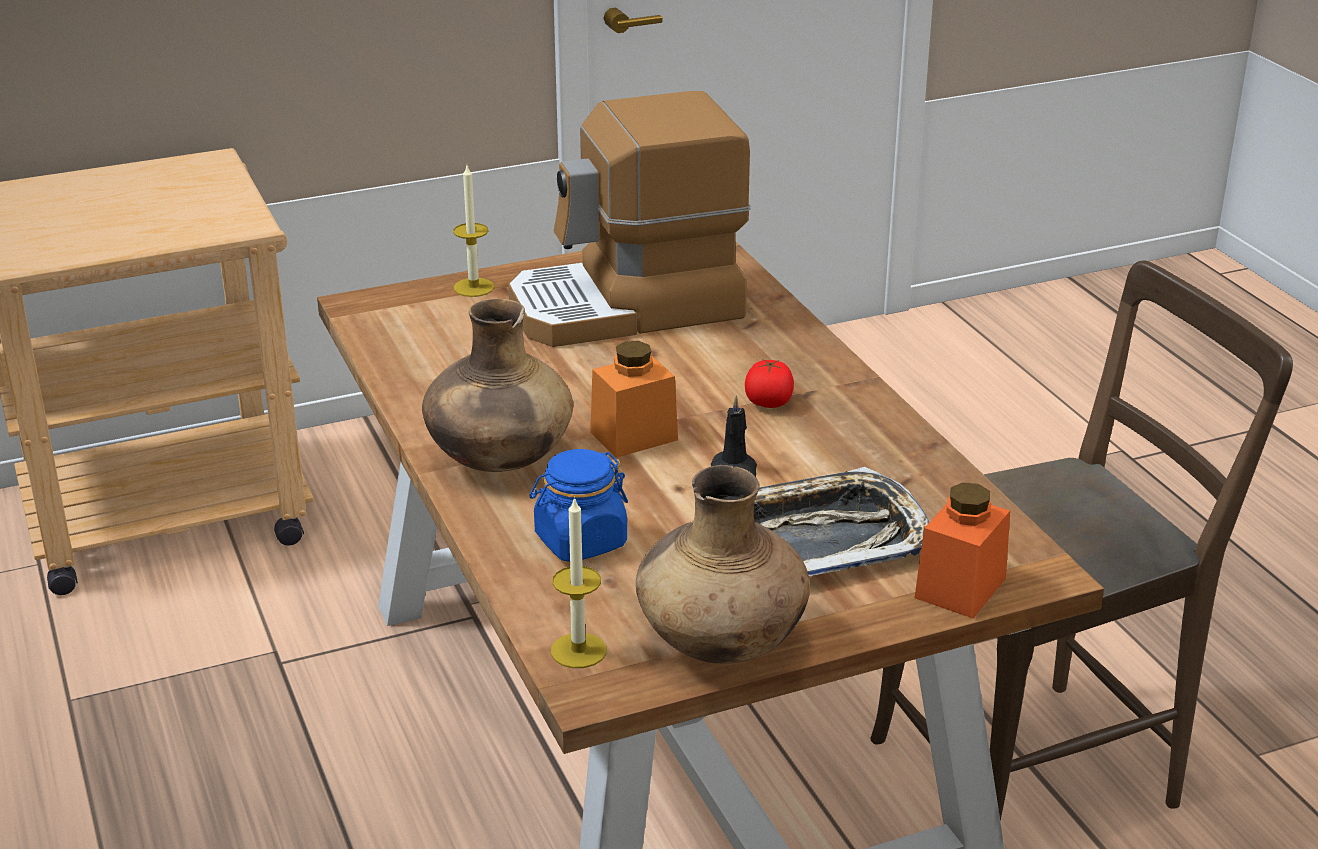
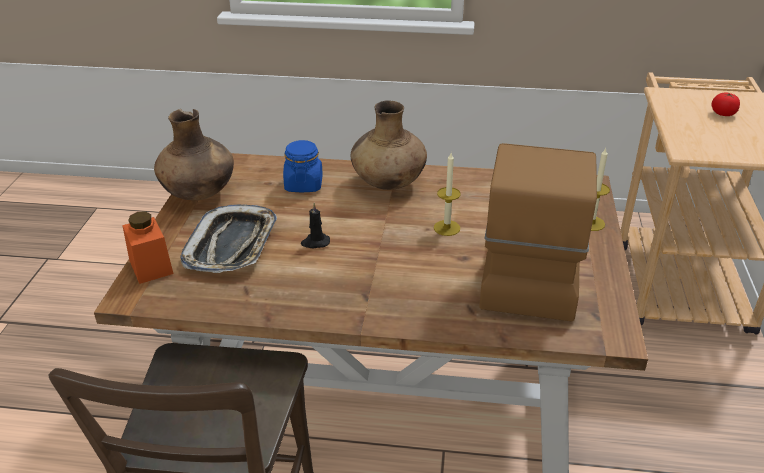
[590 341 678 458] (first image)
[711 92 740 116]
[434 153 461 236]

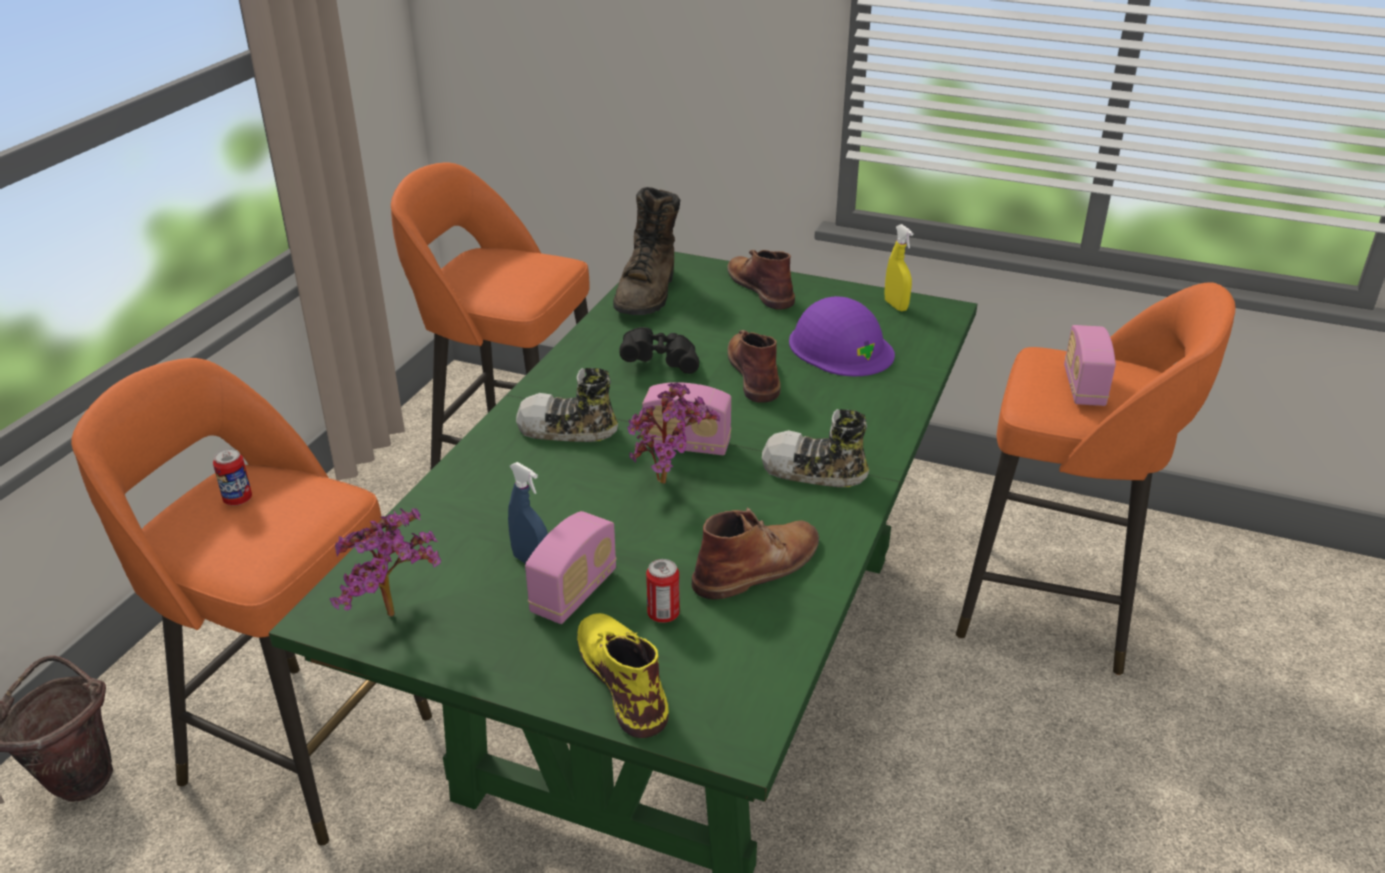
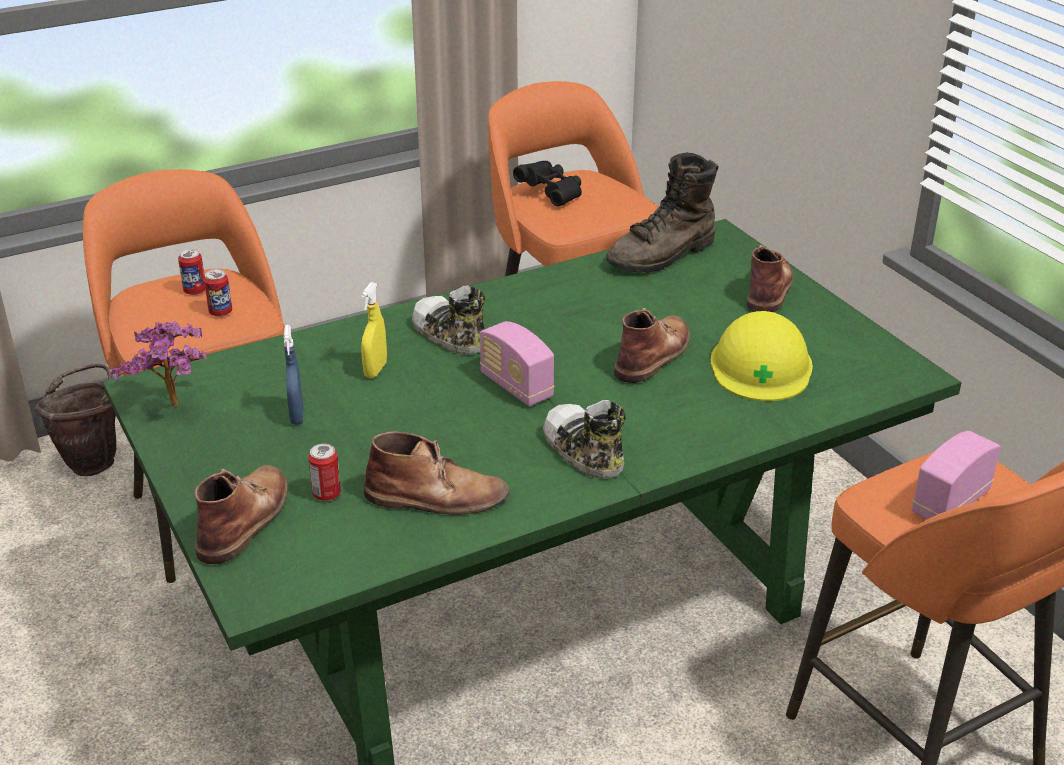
[361 282 387 378]
[710 311 813 401]
[513 161 582 206]
[627 383 720 484] (first image)
[525 511 617 624] (first image)
[194 465 288 564]
[204 269 232 317]

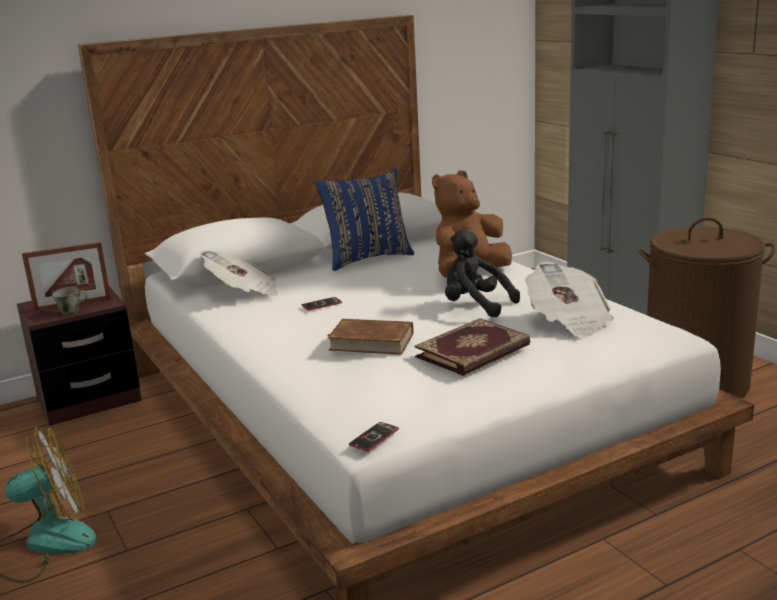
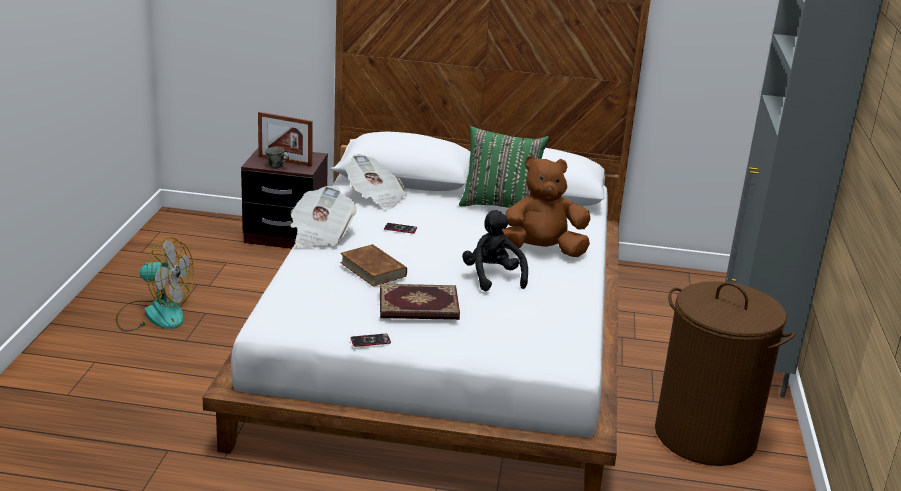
[459 126 549 208]
[290 186 357 248]
[351 334 391 347]

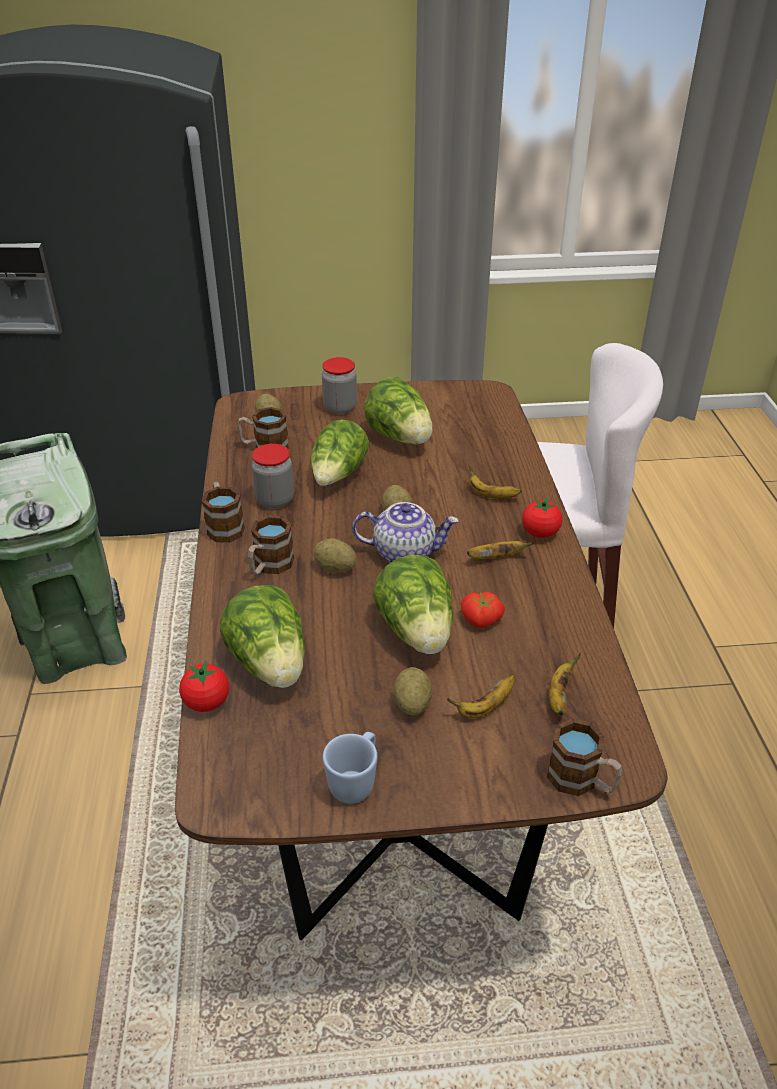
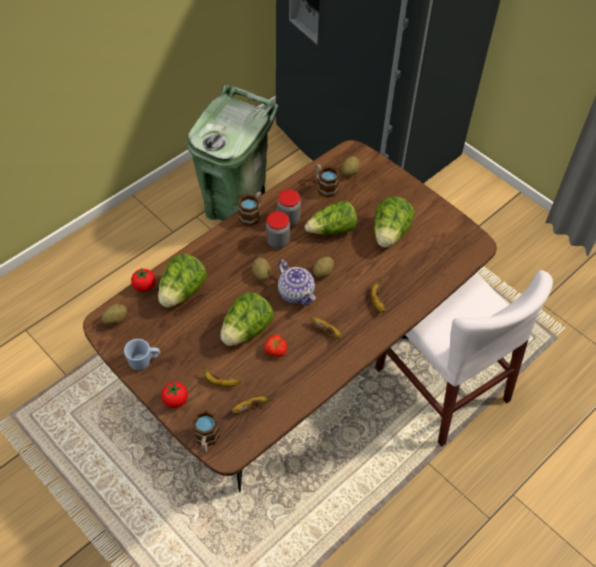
[266 211 290 249]
[161 382 188 408]
[248 515 294 575] (first image)
[102 304 127 326]

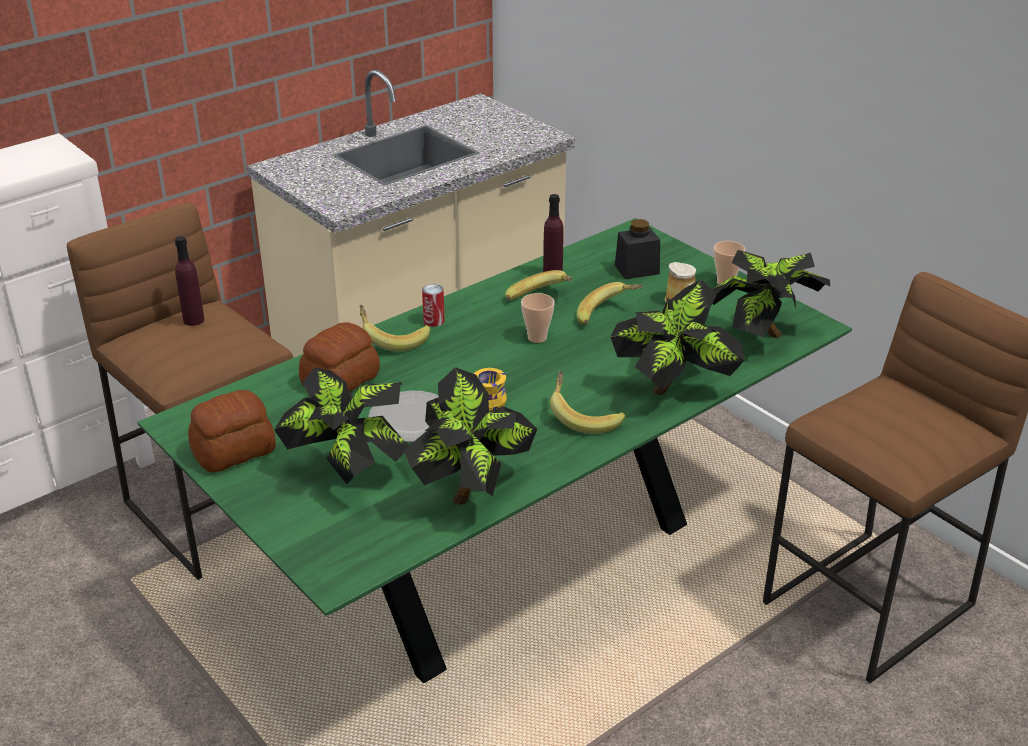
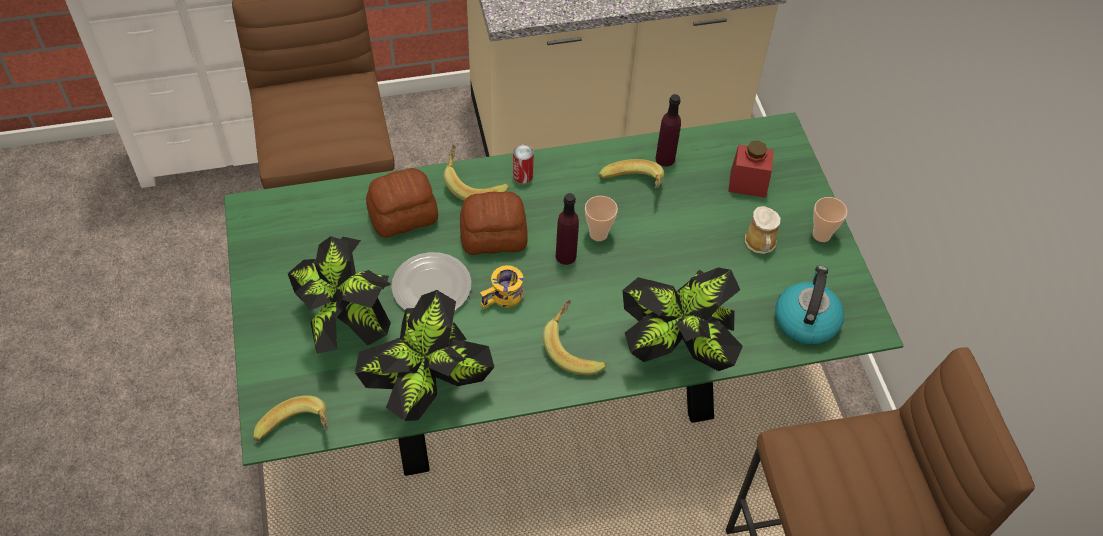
[728 141 774 198]
[556 193 579 265]
[775 266 844 345]
[253 395 328 441]
[460 192 528 255]

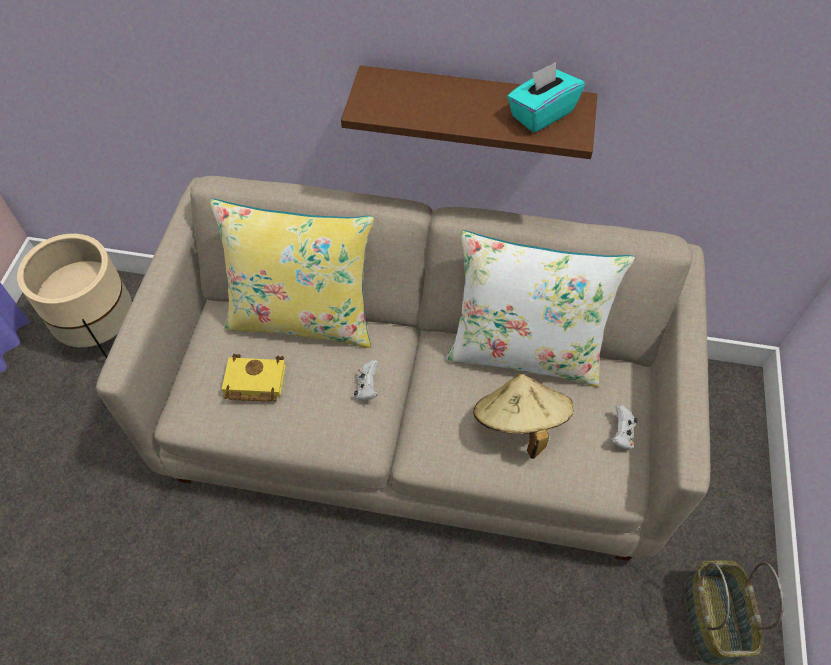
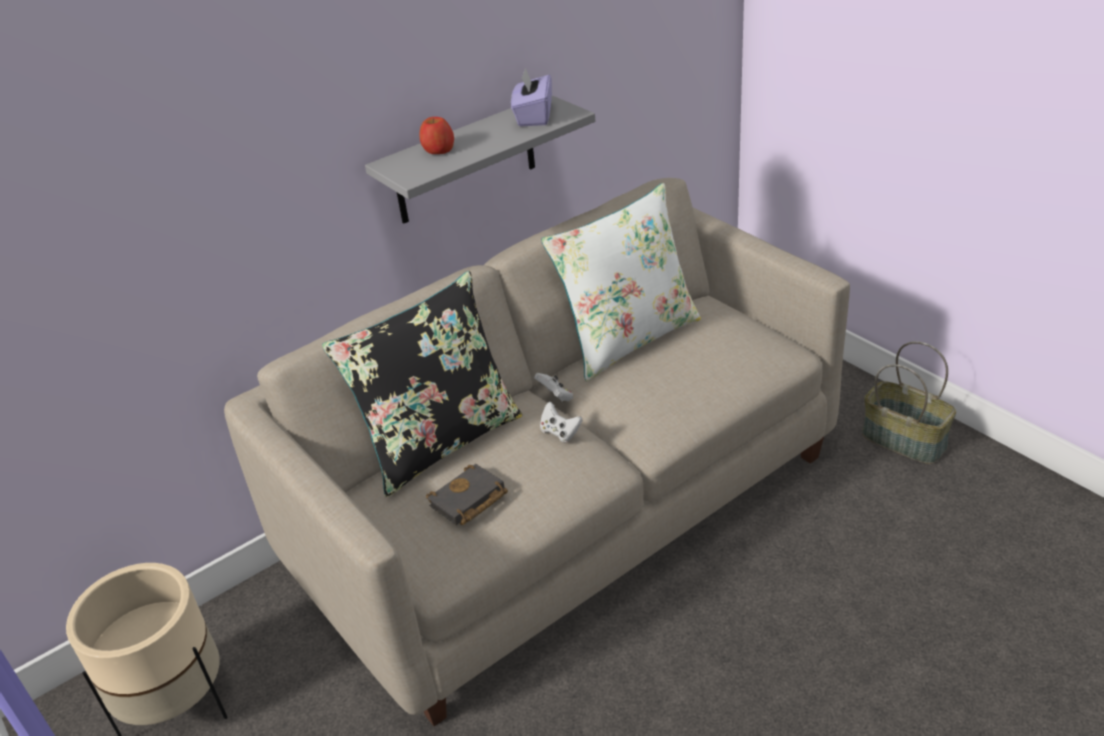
[511 68 552 126]
[365 95 595 224]
[322 271 522 497]
[426 464 508 525]
[473 374 574 459] (first image)
[534 373 573 402]
[419 117 454 154]

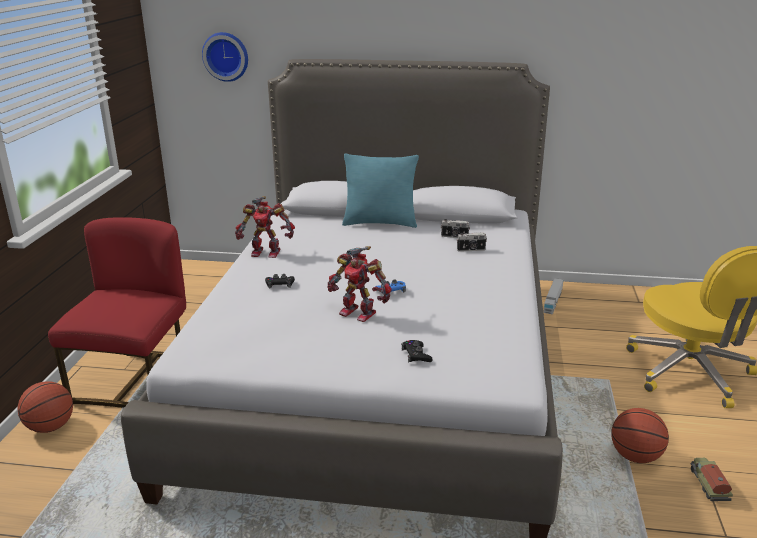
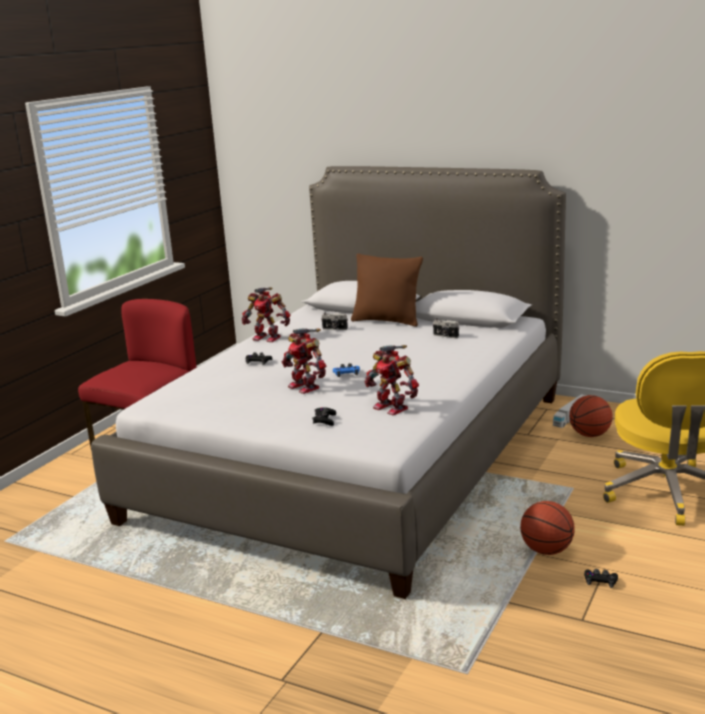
[202 32 248 82] (first image)
[351 253 423 327]
[321 313 348 330]
[569 395 613 437]
[584 569 618 588]
[364 345 419 415]

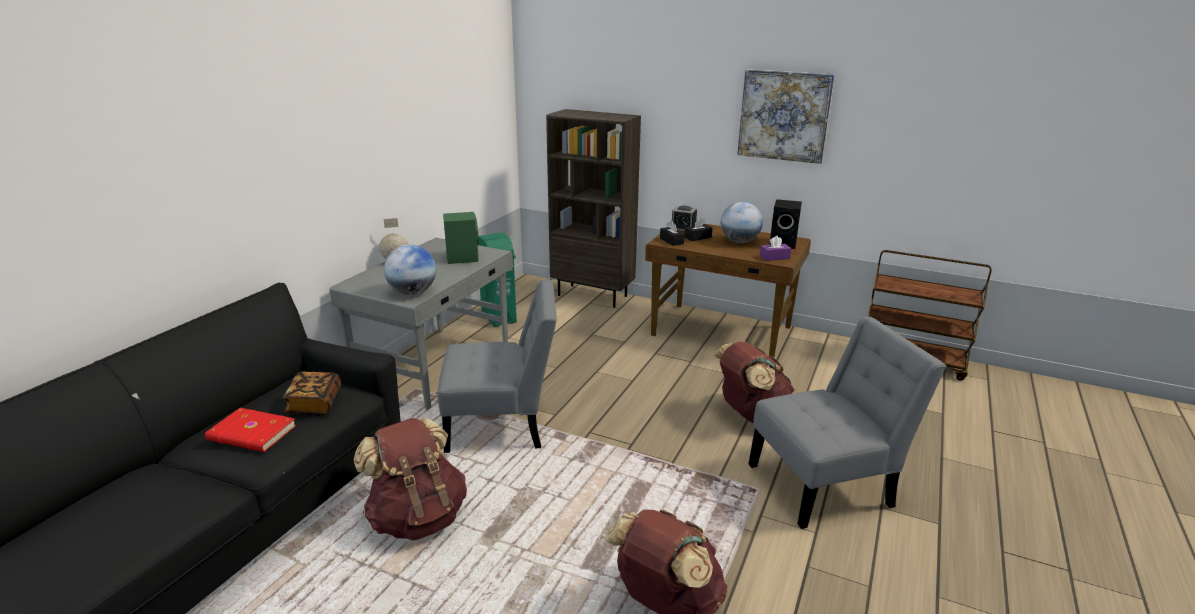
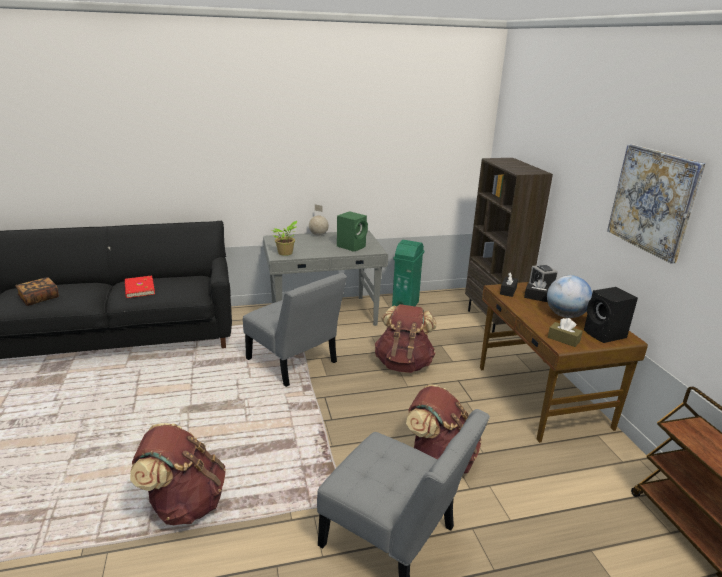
[548 318 583 347]
[272 221 297 256]
[15 277 59 306]
[375 304 437 373]

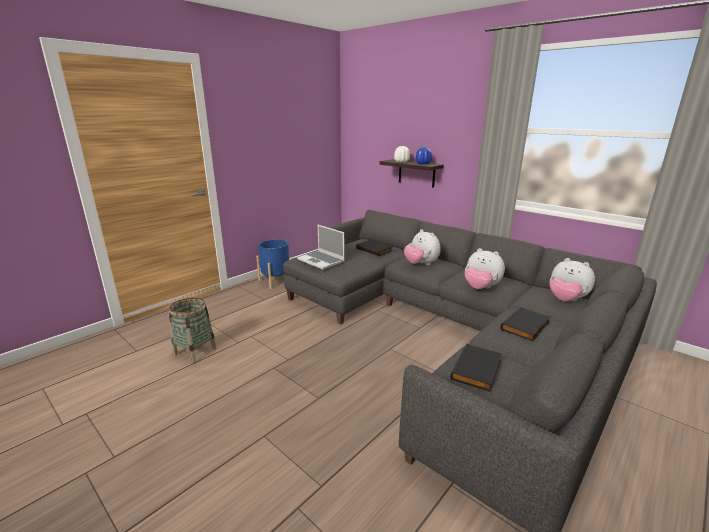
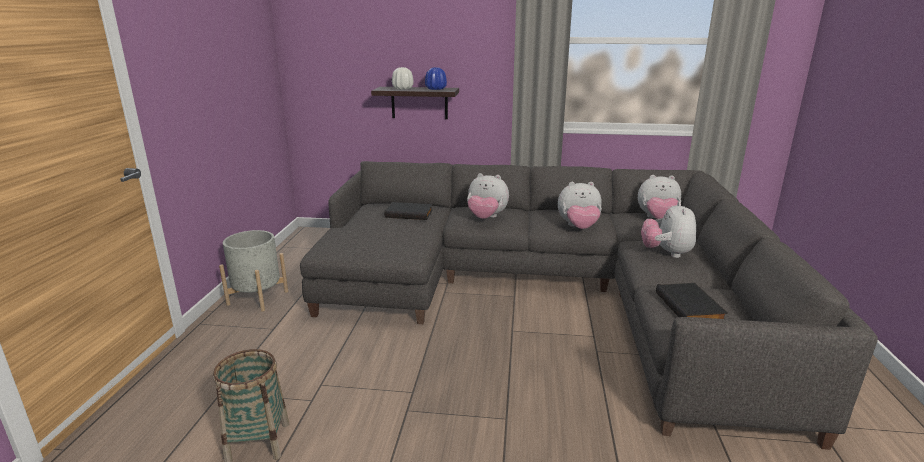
[297 225 345 270] (first image)
[219 230 288 311]
[641 202 696 258]

